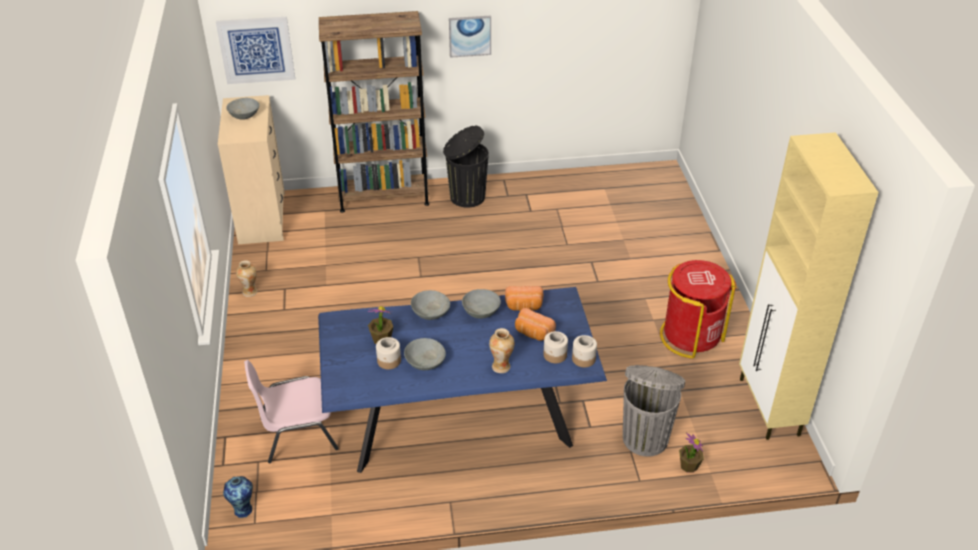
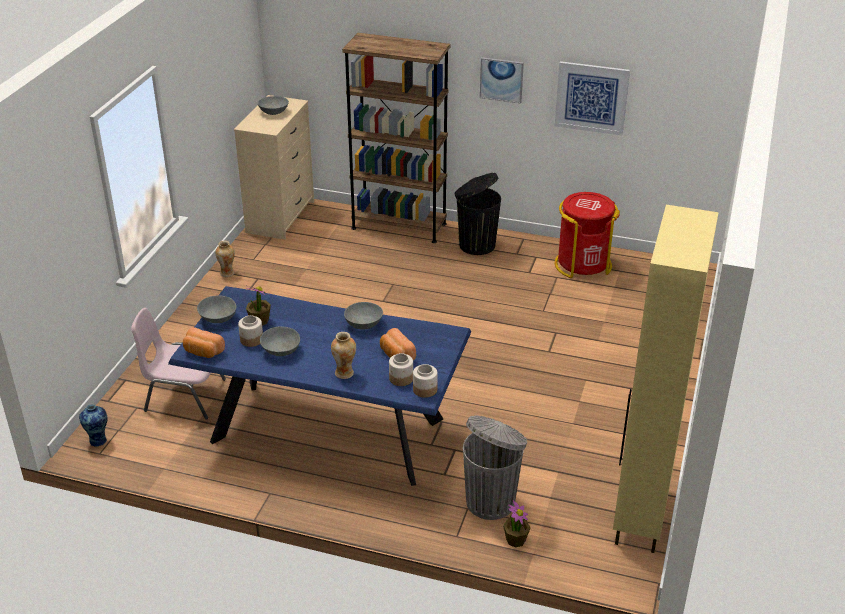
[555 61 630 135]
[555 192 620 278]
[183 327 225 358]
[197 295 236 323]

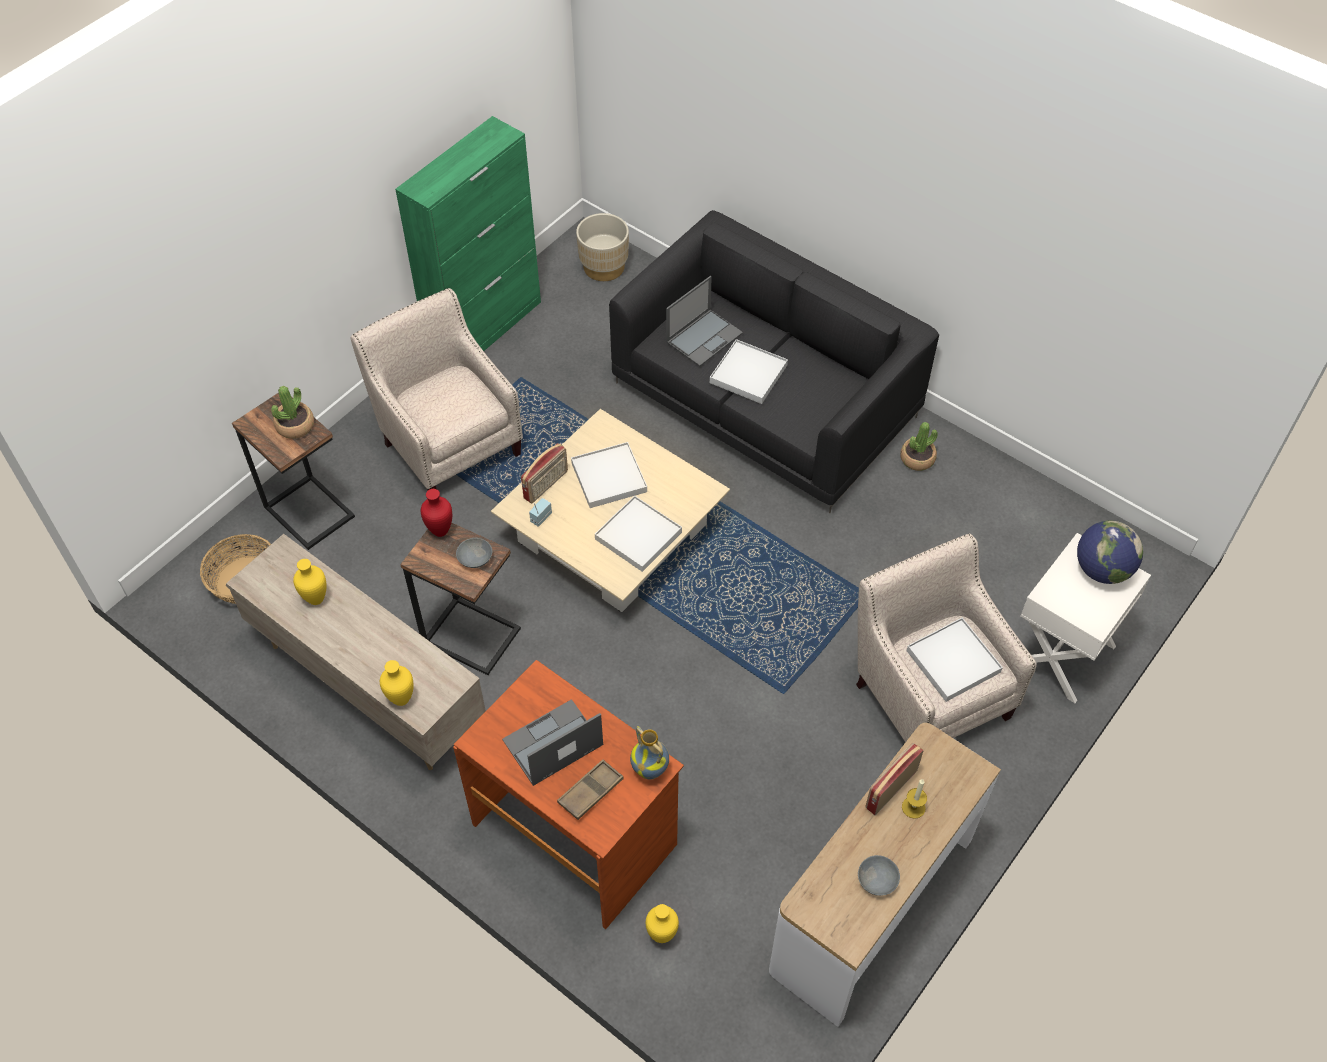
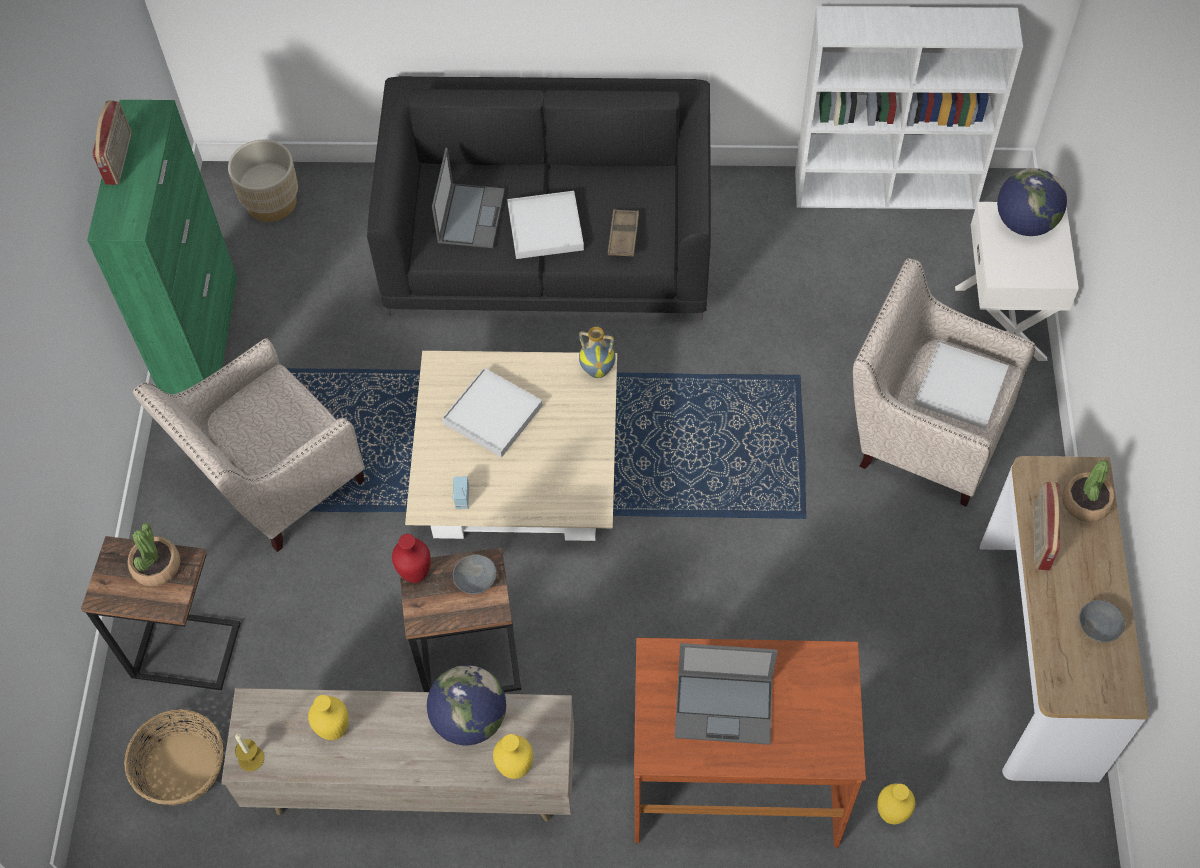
[133 338 365 552]
[1062 460 1115 522]
[92 100 132 185]
[595 496 682 572] (first image)
[675 643 778 745]
[579 327 615 378]
[608 209 639 257]
[235 734 264 771]
[795 6 1023 209]
[427 665 506 745]

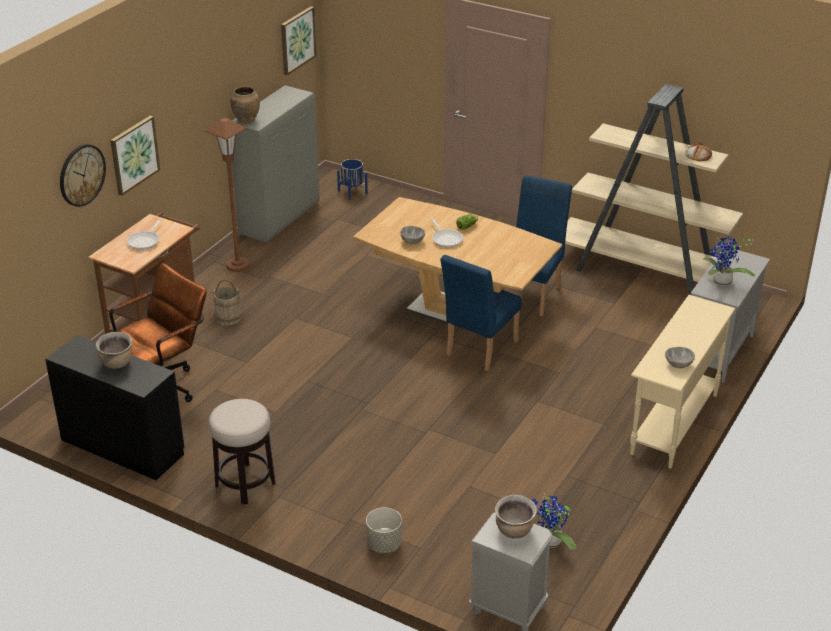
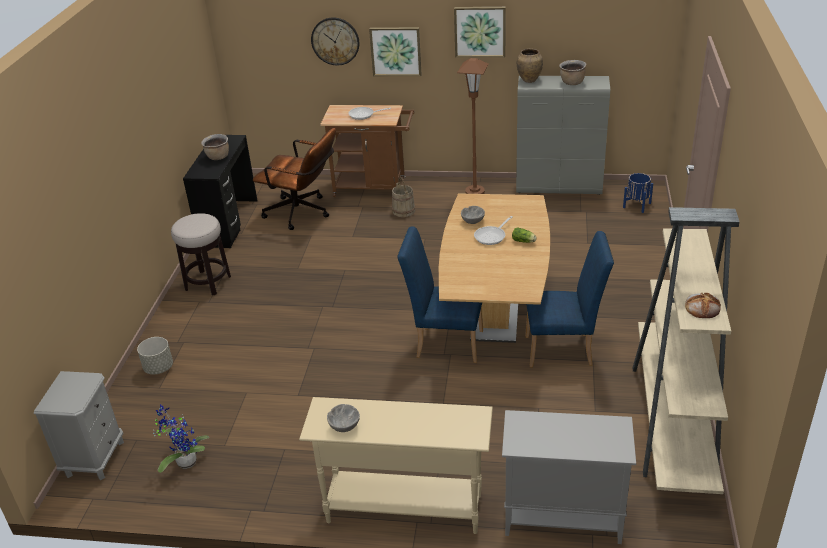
[454 7 506 58]
[703 236 755 286] (first image)
[559 60 586 85]

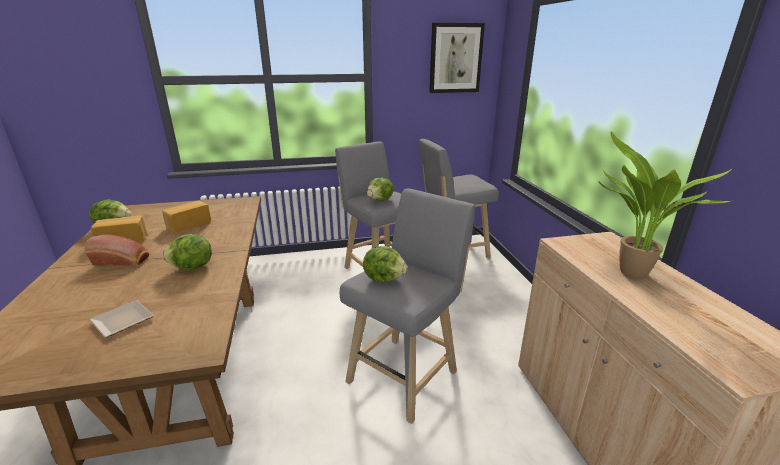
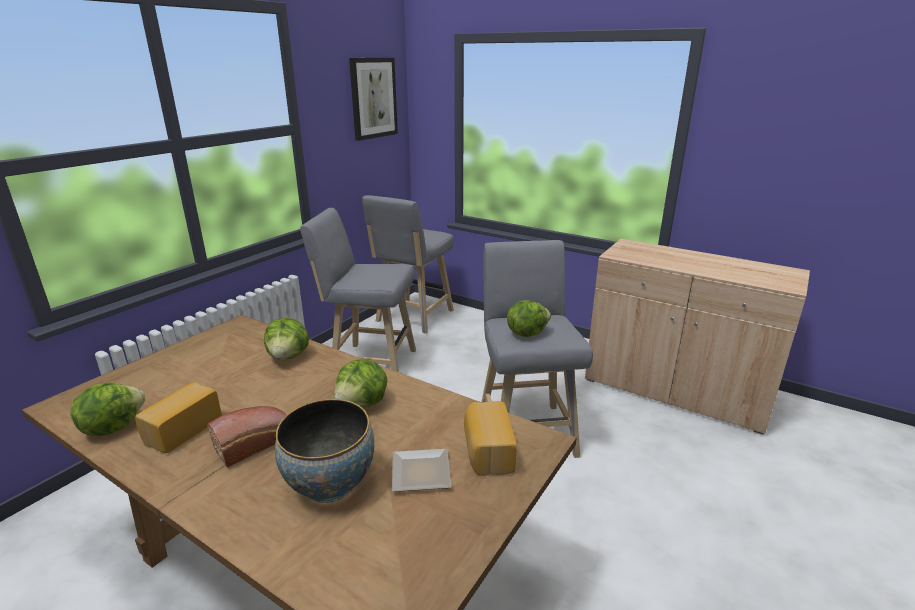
[598 132 734 279] (first image)
[264 318 309 360]
[464 401 517 476]
[275 399 374 503]

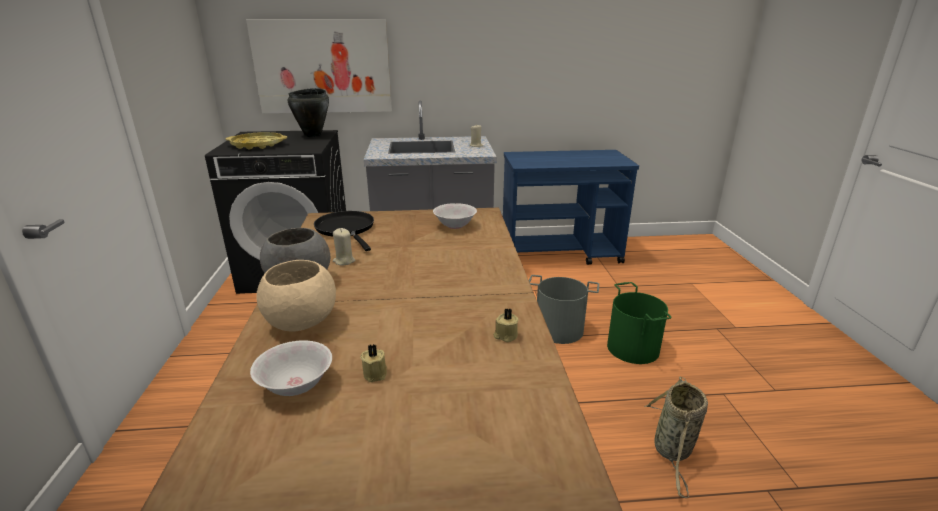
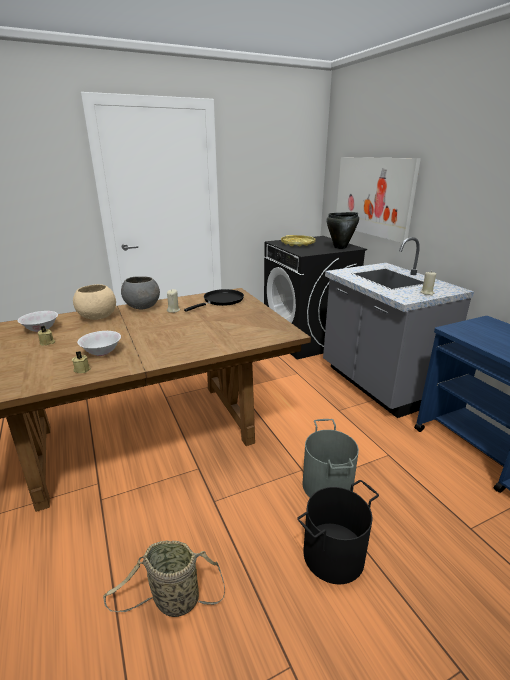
[77 331 121 356]
[297 480 379 584]

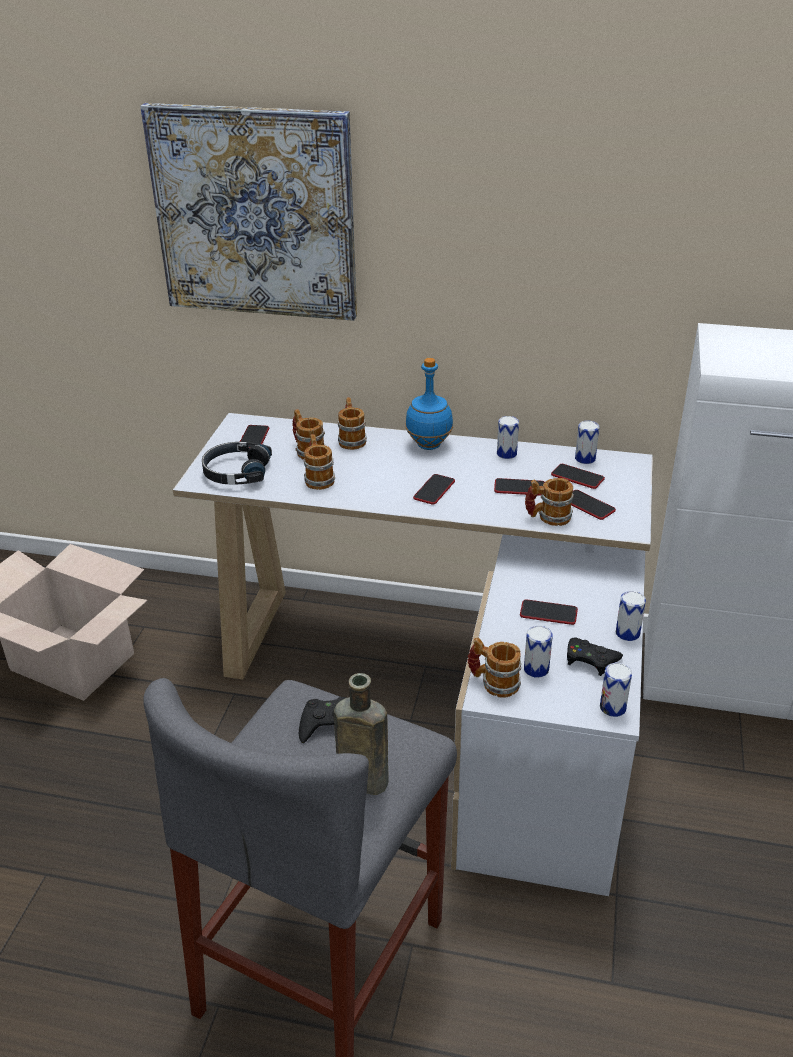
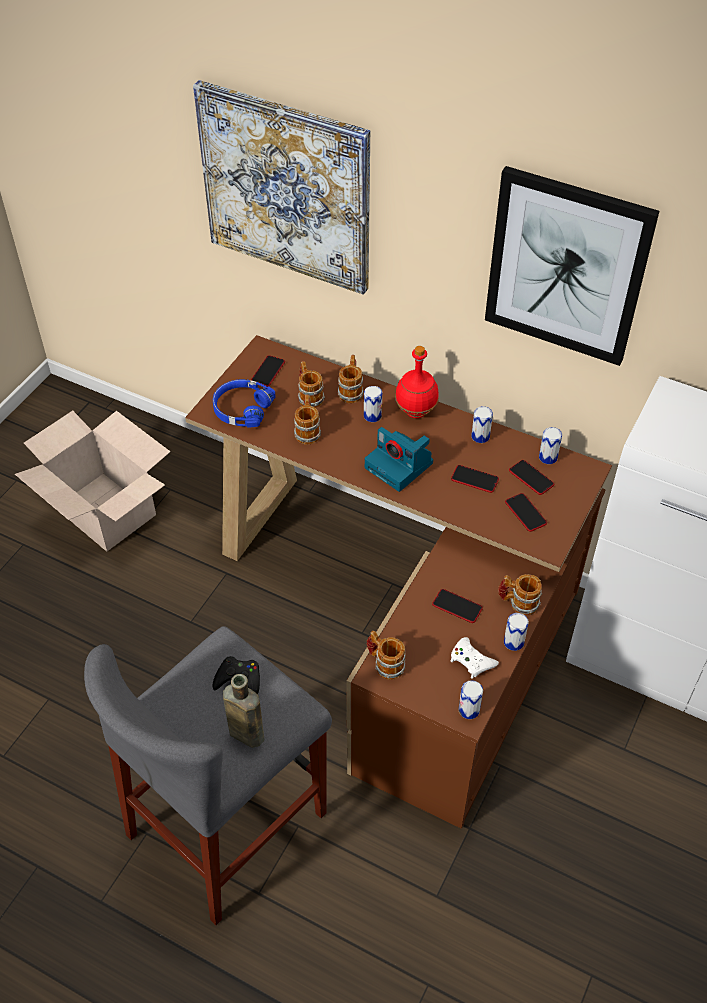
[395 346 439 418]
[185 335 612 829]
[213 379 275 427]
[365 427 433 492]
[498 574 542 615]
[364 386 382 422]
[451 637 499 679]
[485 166 659 366]

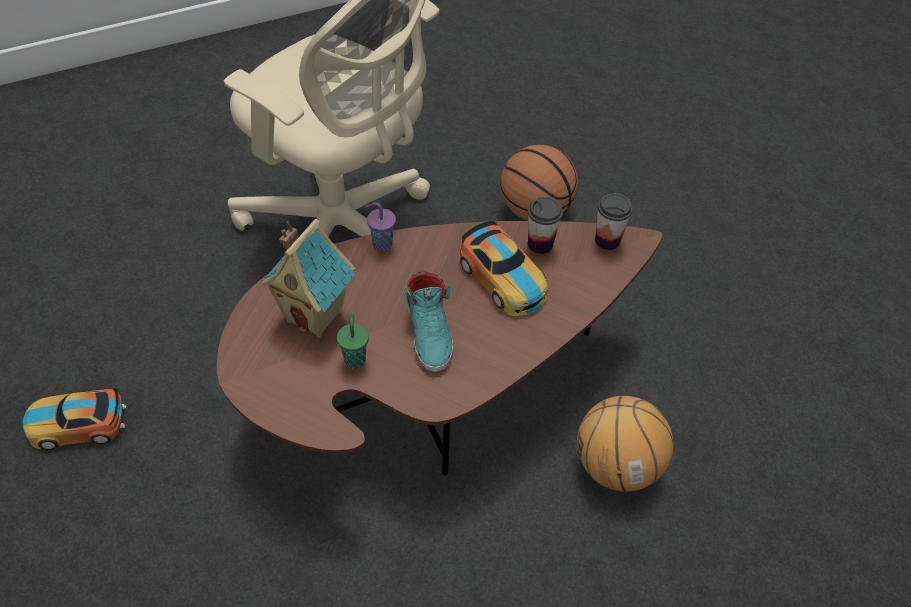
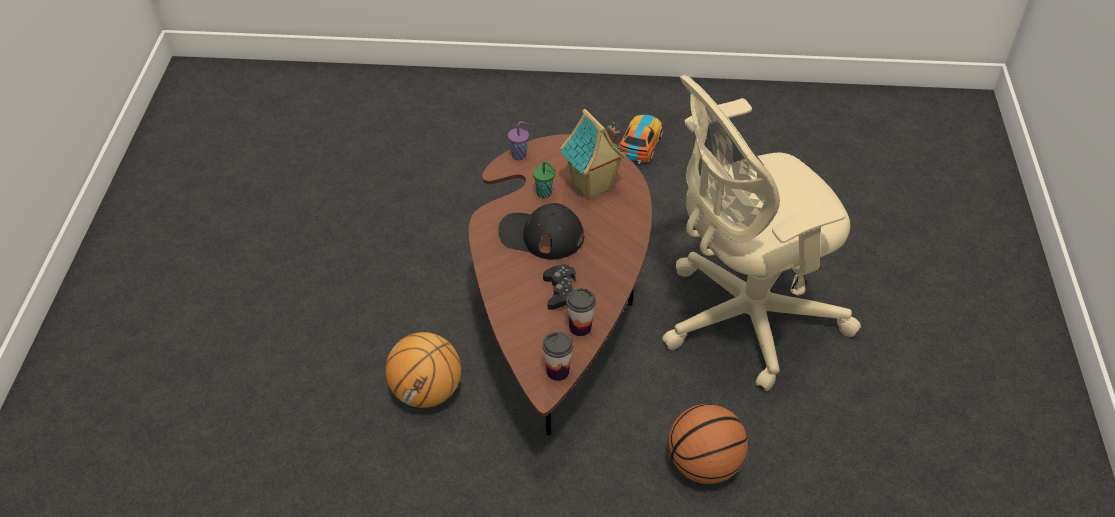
[508 121 529 160]
[543 264 576 310]
[498 203 584 260]

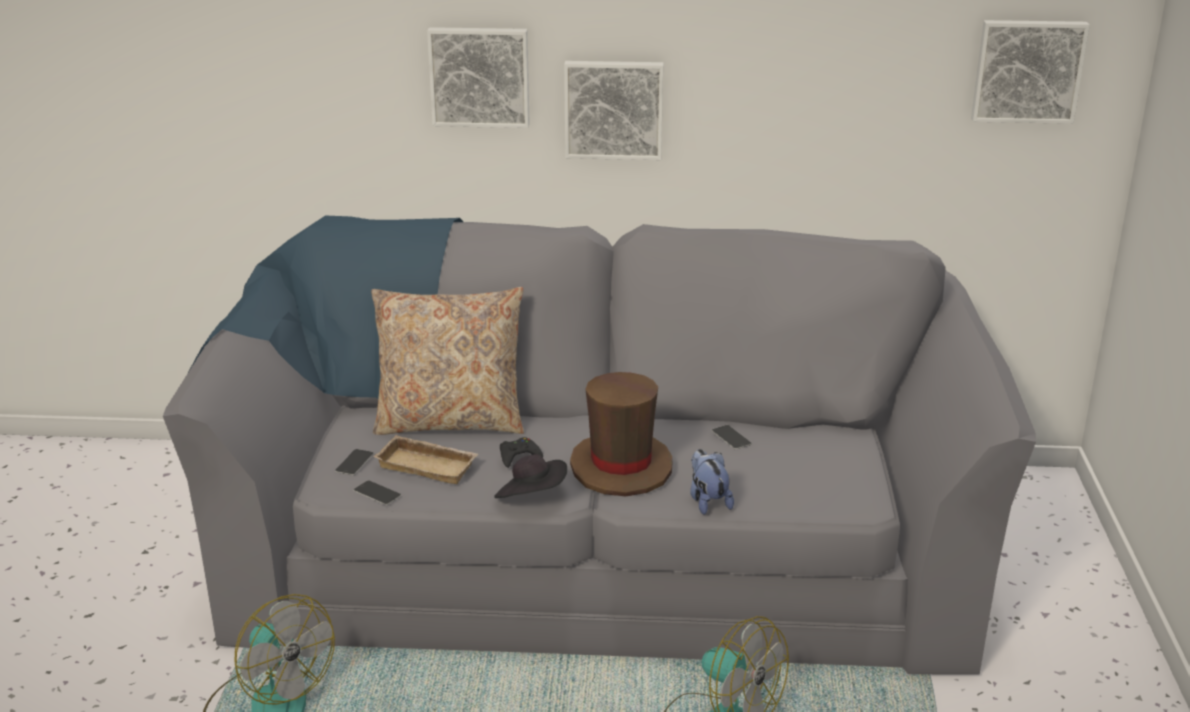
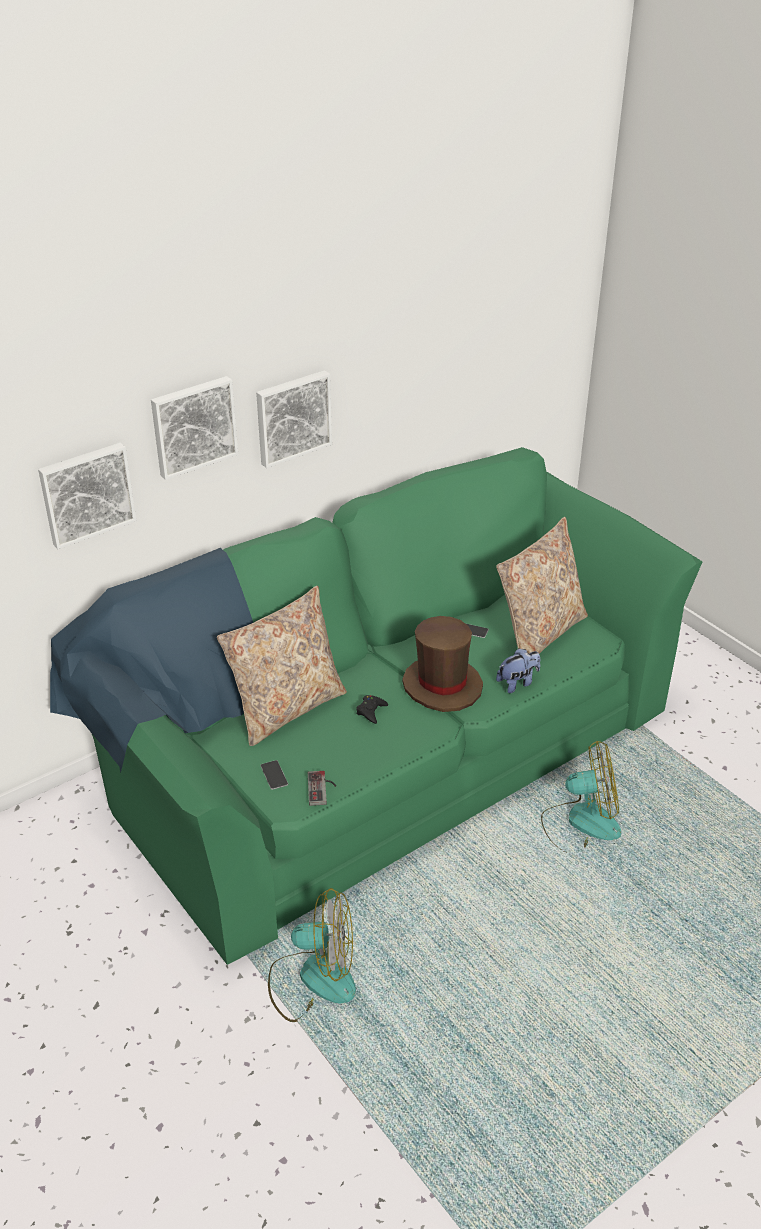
[38 443 136 549]
[50 447 703 965]
[374 435 478 484] (first image)
[496 648 540 693]
[494 454 567 498] (first image)
[308 771 336 806]
[496 517 588 654]

